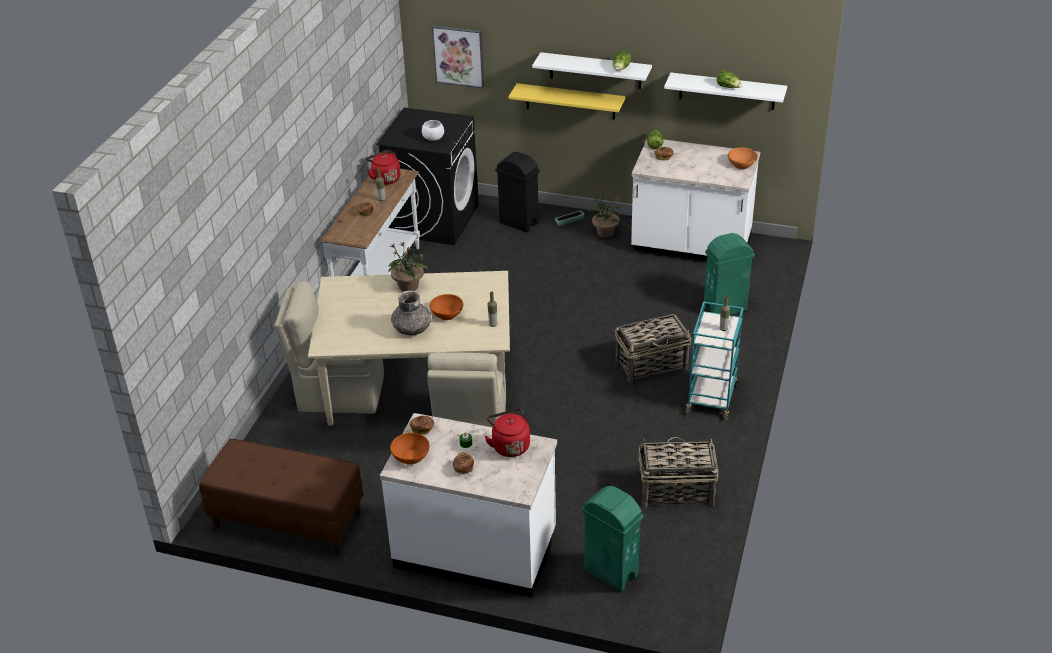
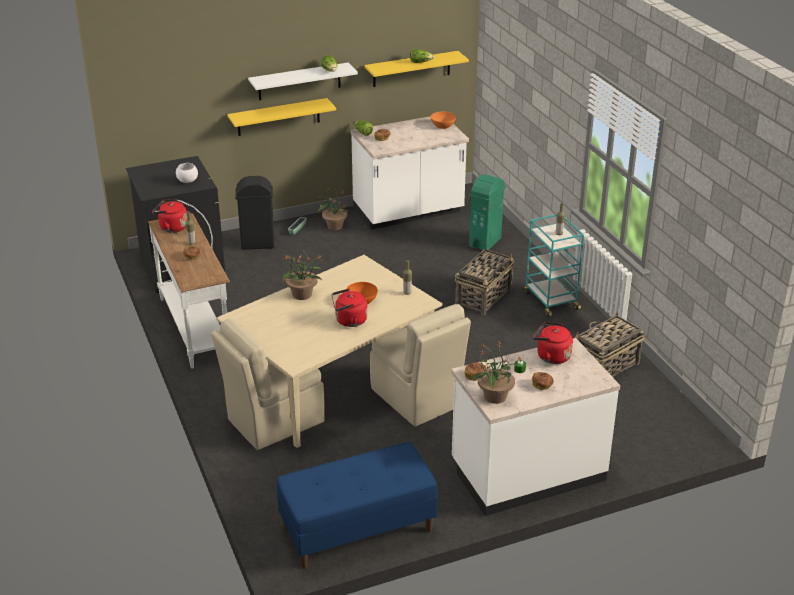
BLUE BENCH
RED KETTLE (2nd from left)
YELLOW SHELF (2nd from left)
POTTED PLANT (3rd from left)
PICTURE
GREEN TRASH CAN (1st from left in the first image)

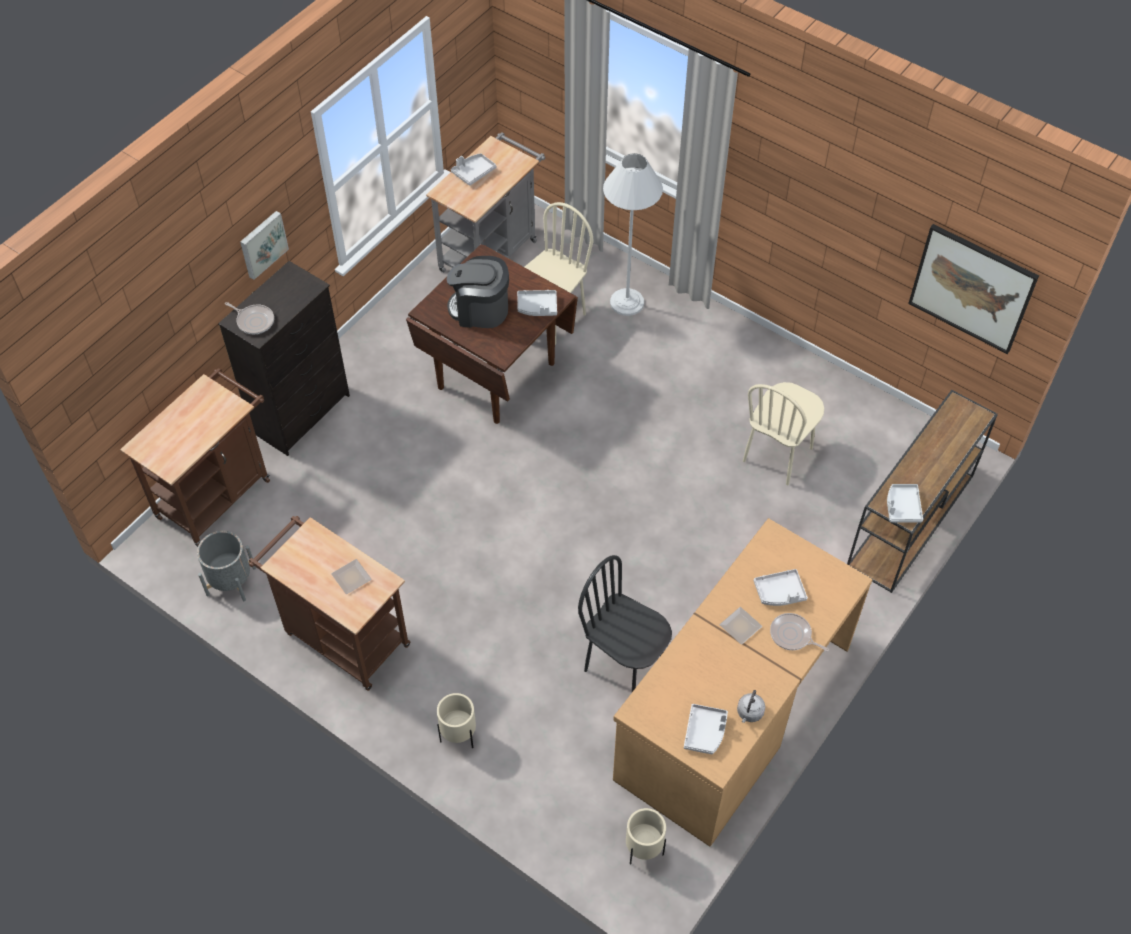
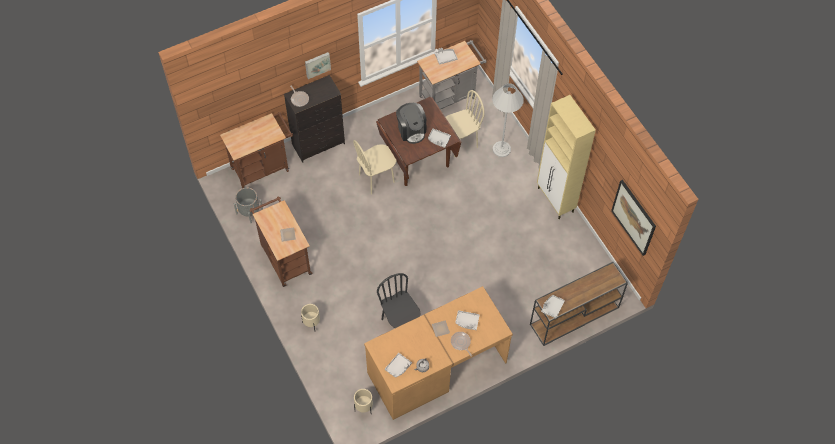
BEIGE CHAIR (1st from left)
COFFEE MACHINE
BEIGE CABINET

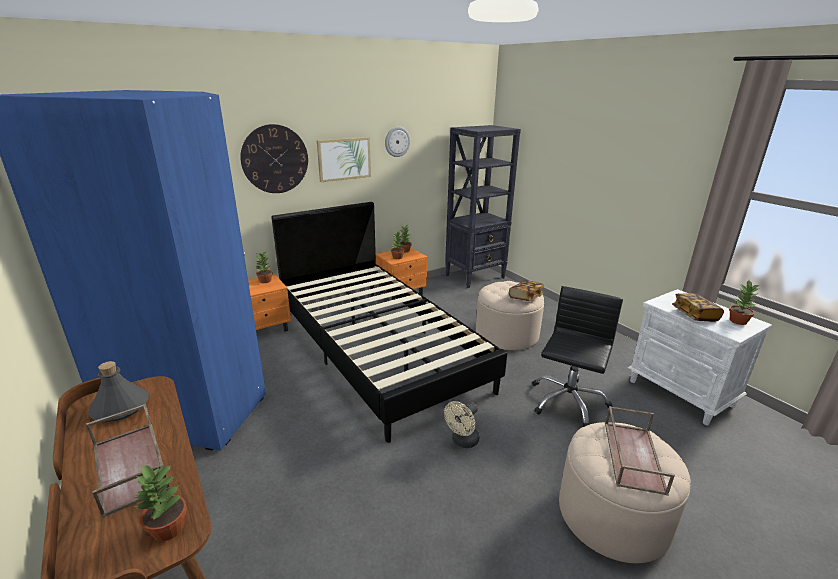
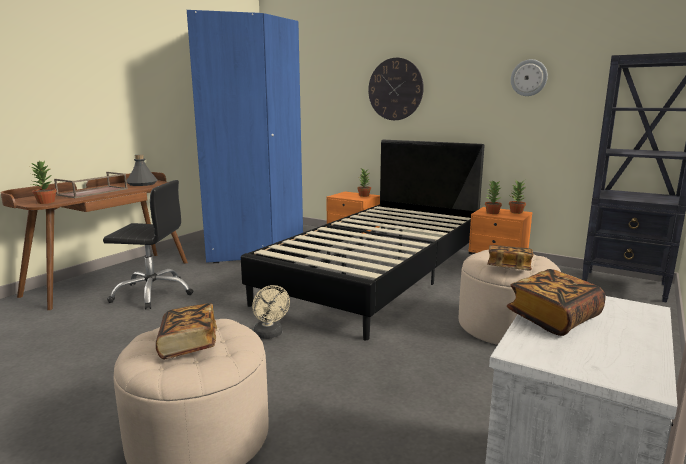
BLACK OFFICE CHAIR
BOOK (1st from left)
BEIGE FAN
PICTURE
POTTED PLANT (5th from left in the first image)

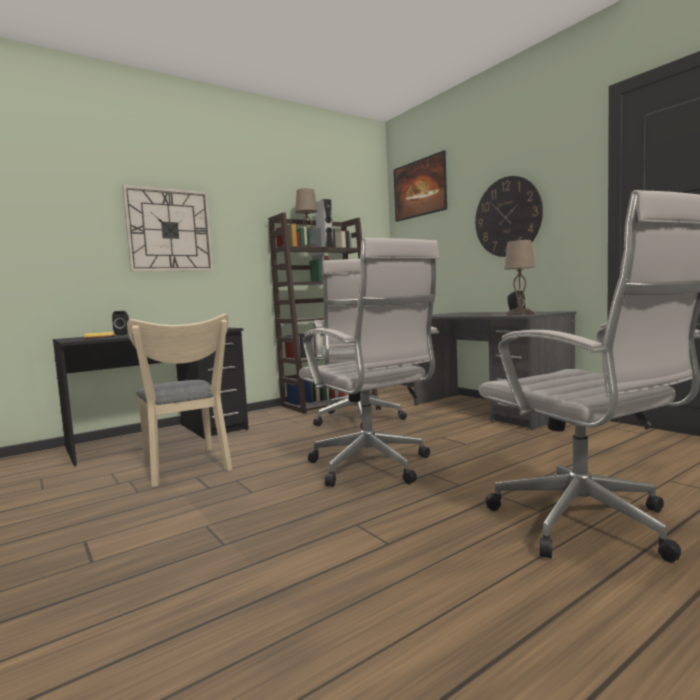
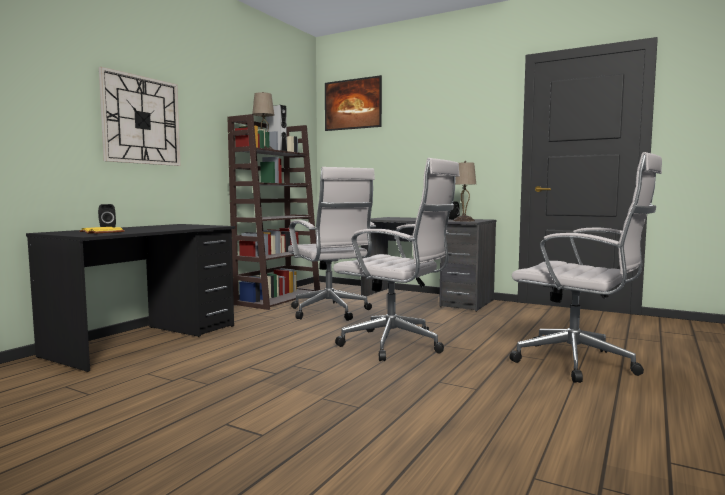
BEIGE CHAIR
WALL CLOCK (2nd from left in the first image)

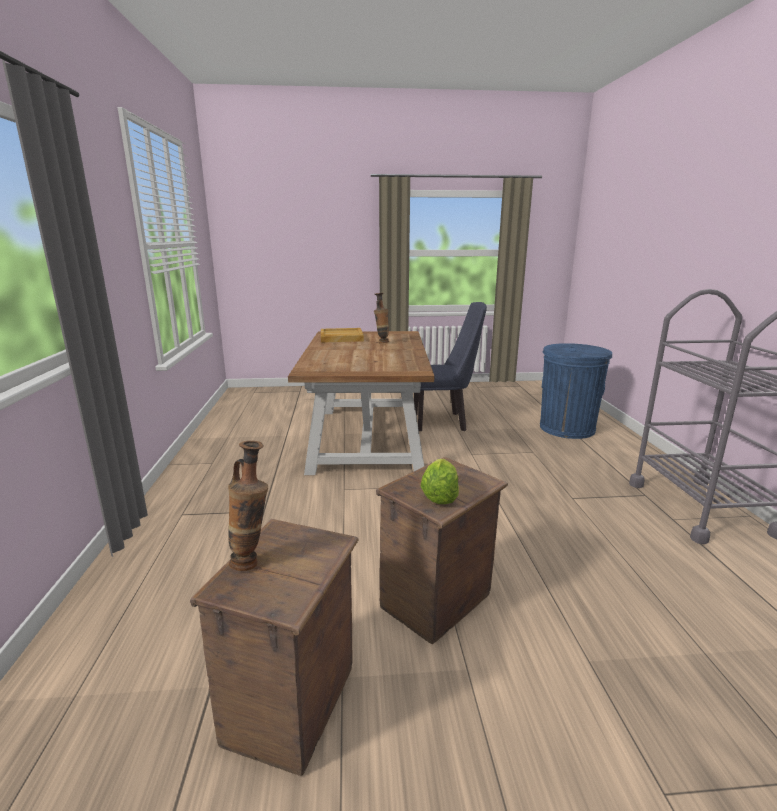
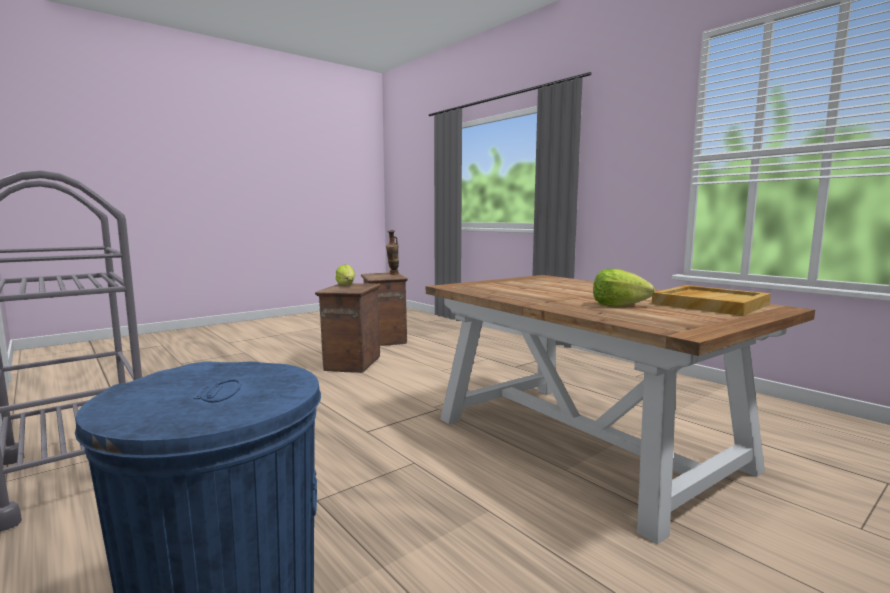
LETTUCE (2nd from left)
BLUE CHAIR

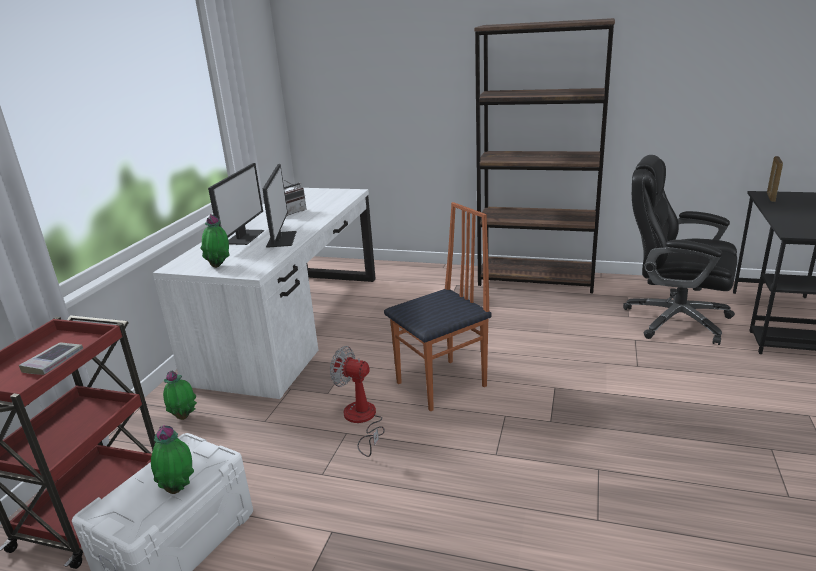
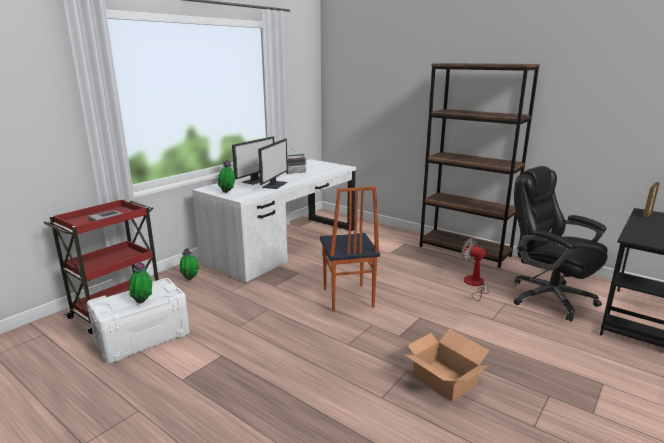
CHAIR
CARDBOARD BOX
FAN

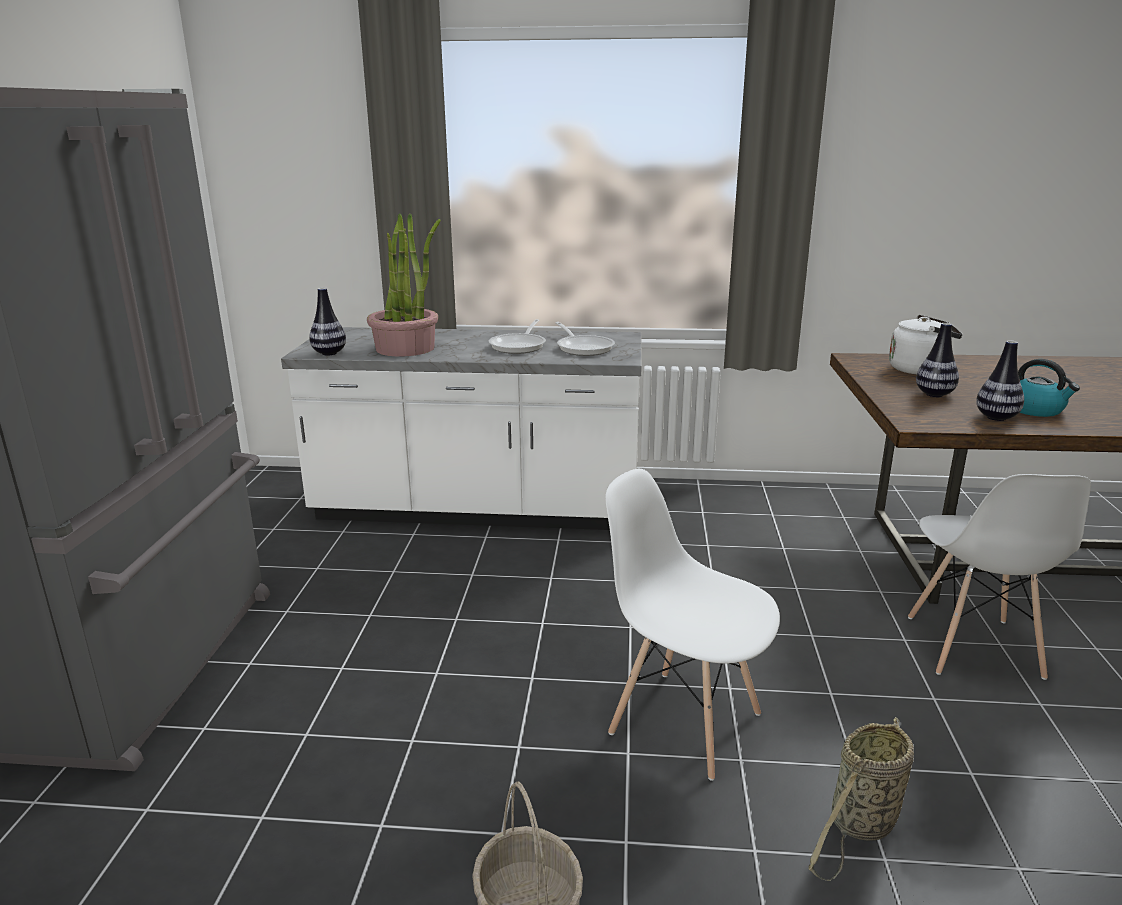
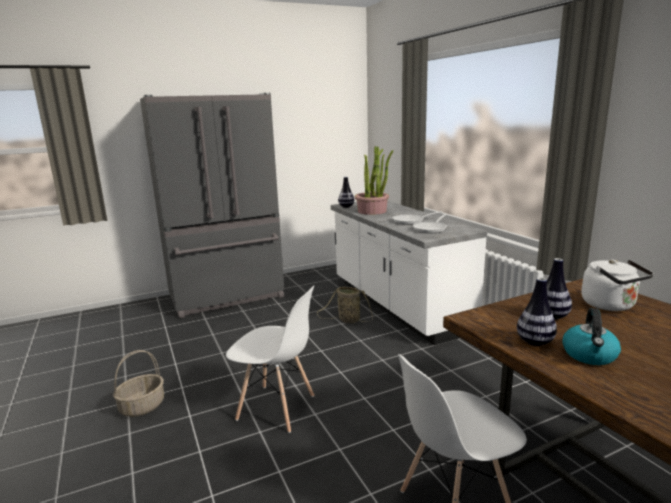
WHITE CHAIR (1st from left)
BASKET (2nd from left)

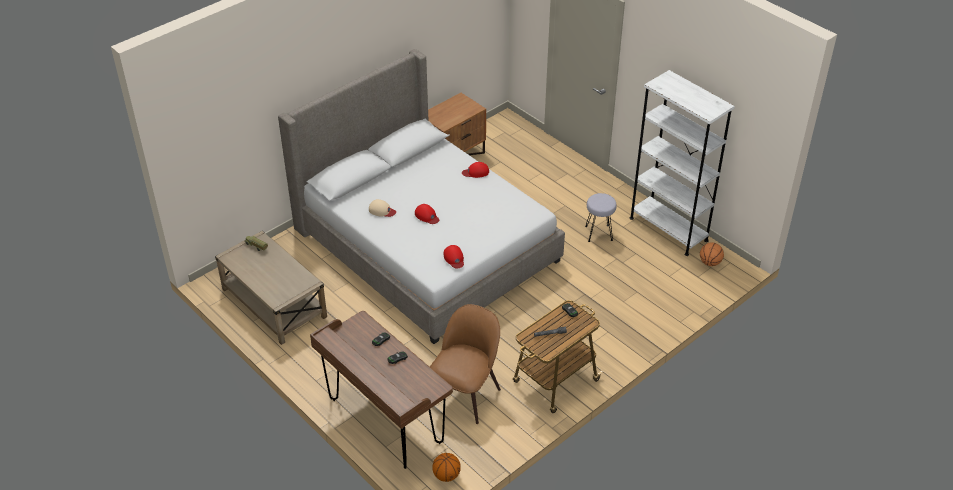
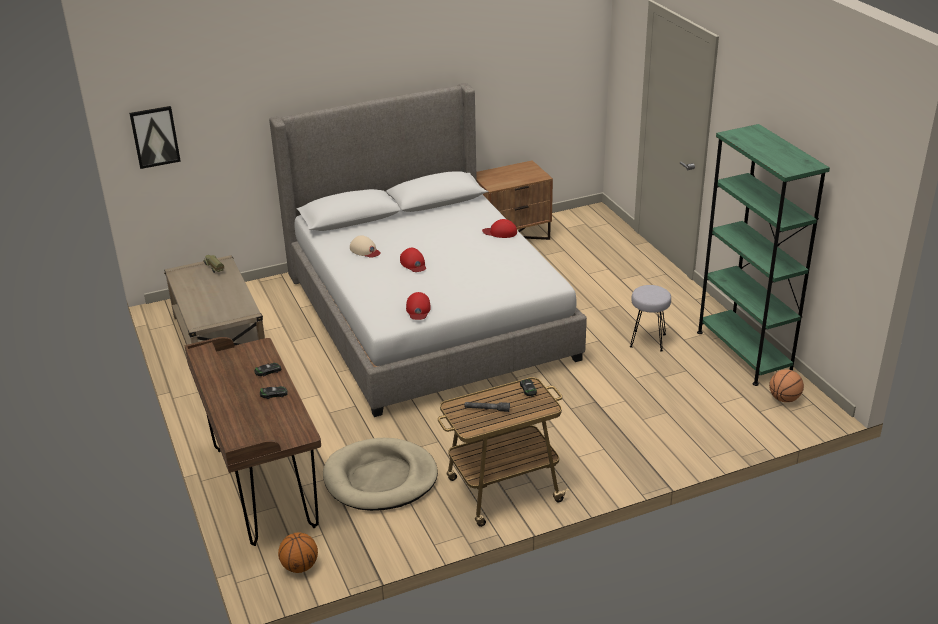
PICTURE
BEIGE DOG BED
GREEN BOOKCASE

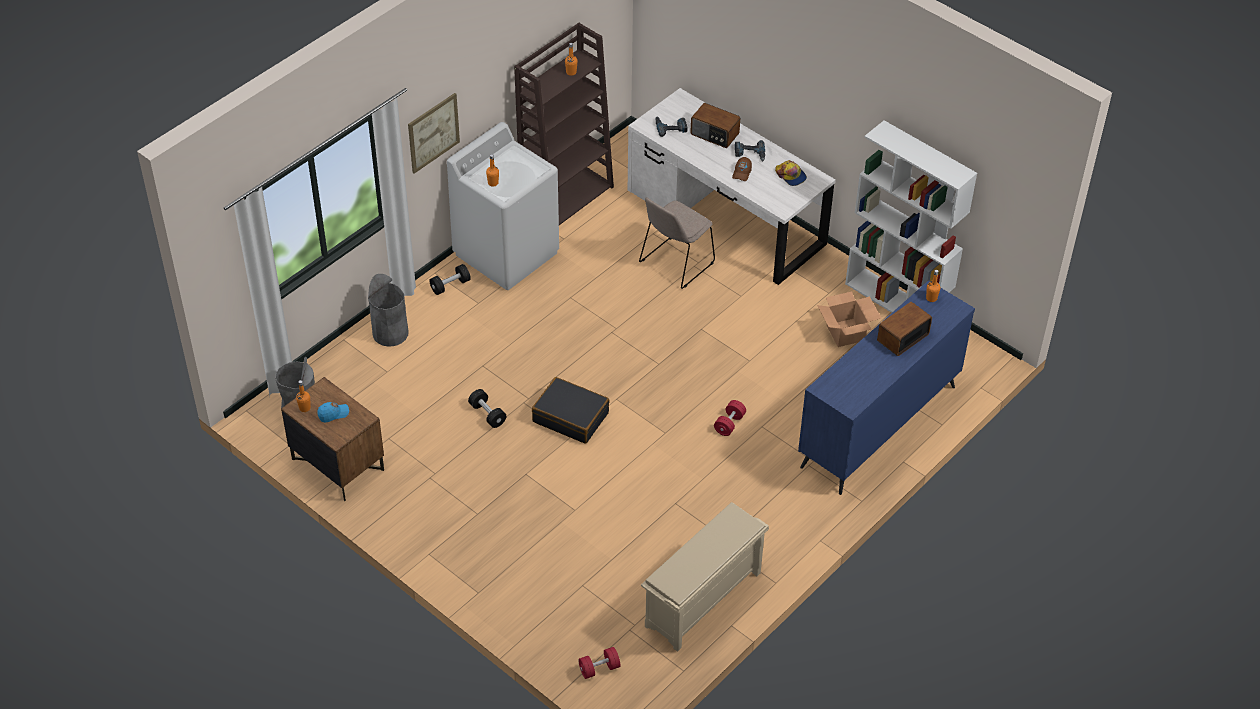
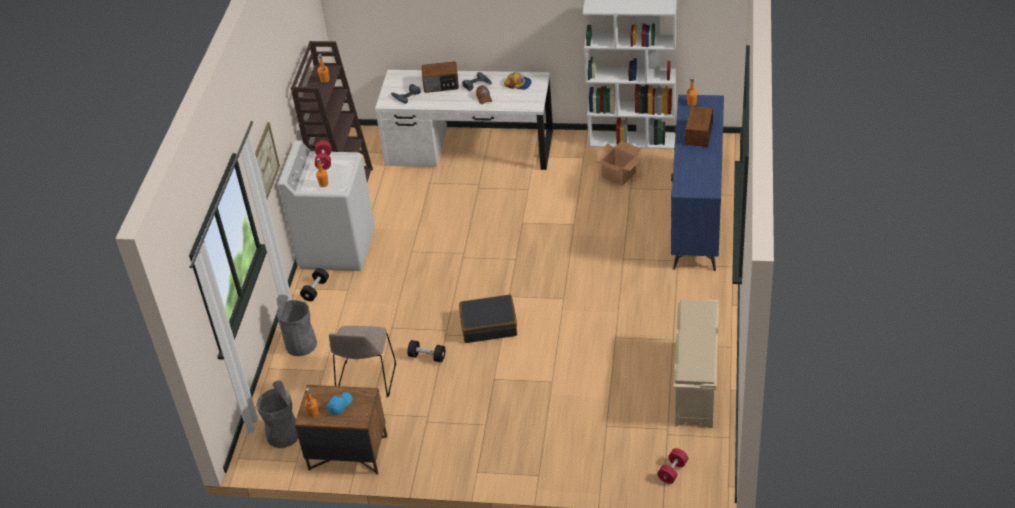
RED DUMBBELL (1st from left)
BEIGE CHAIR

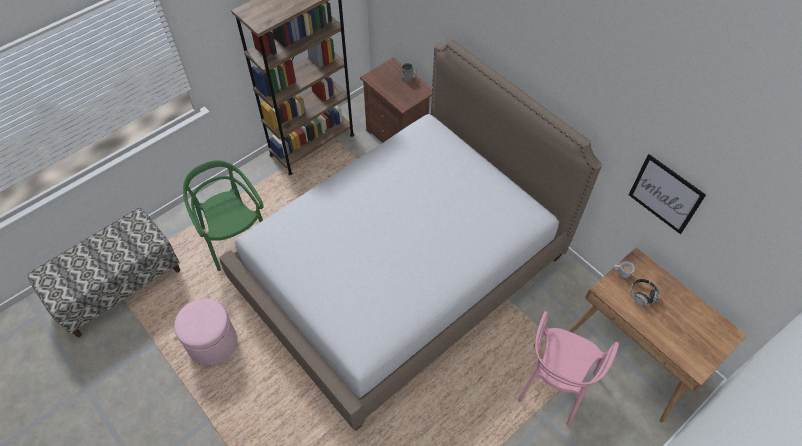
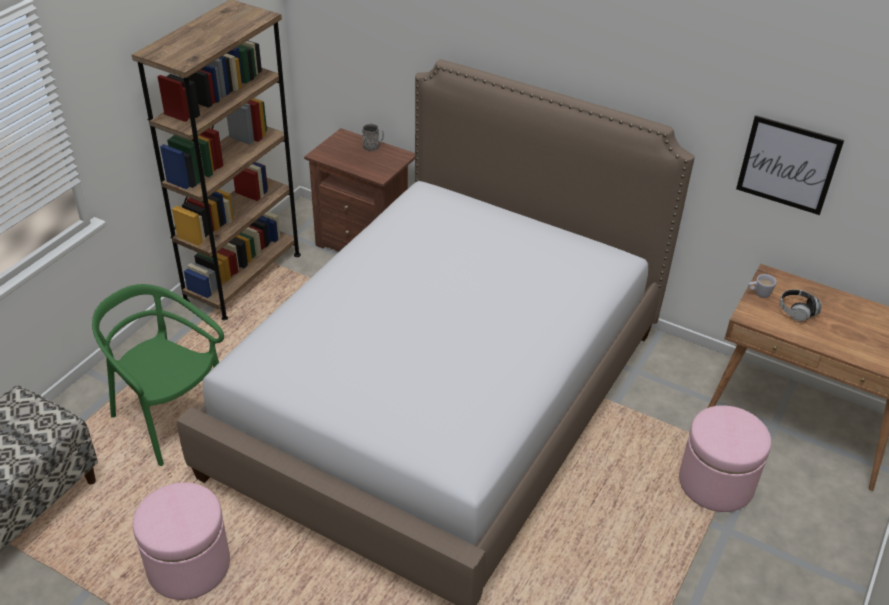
PINK OTTOMAN (2nd from left)

